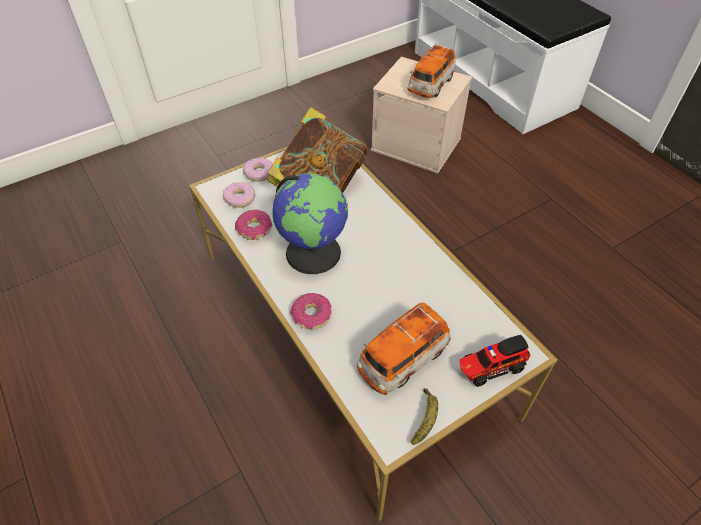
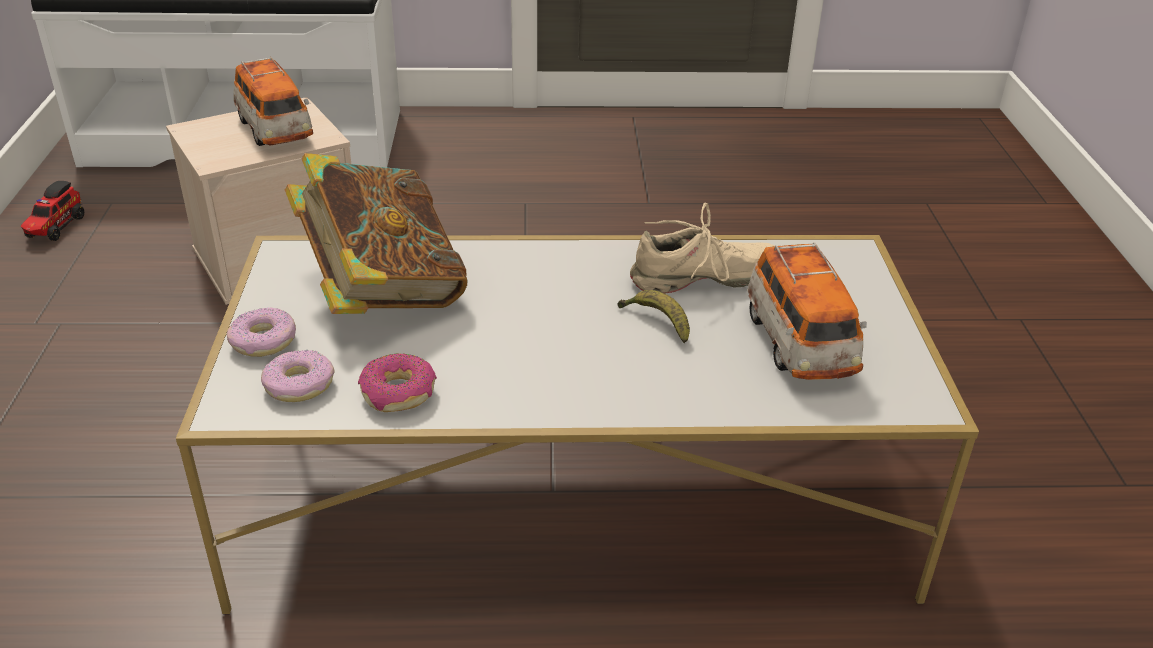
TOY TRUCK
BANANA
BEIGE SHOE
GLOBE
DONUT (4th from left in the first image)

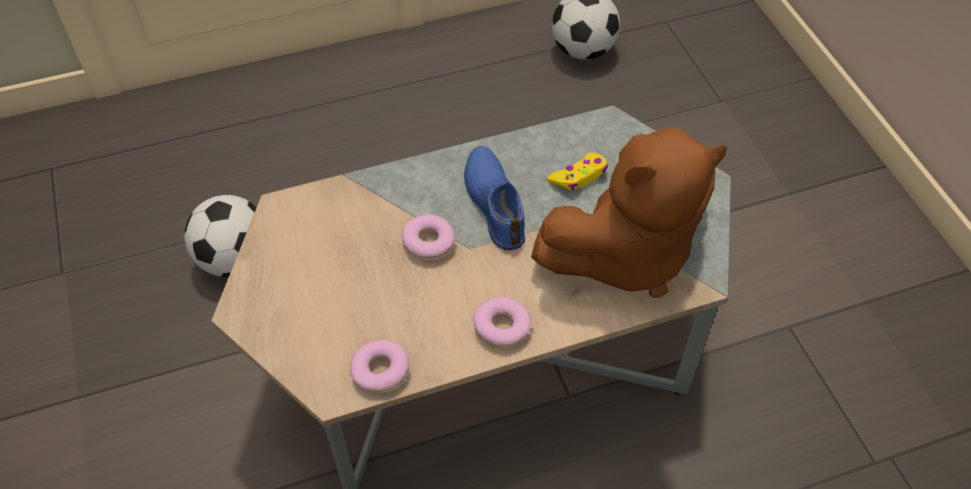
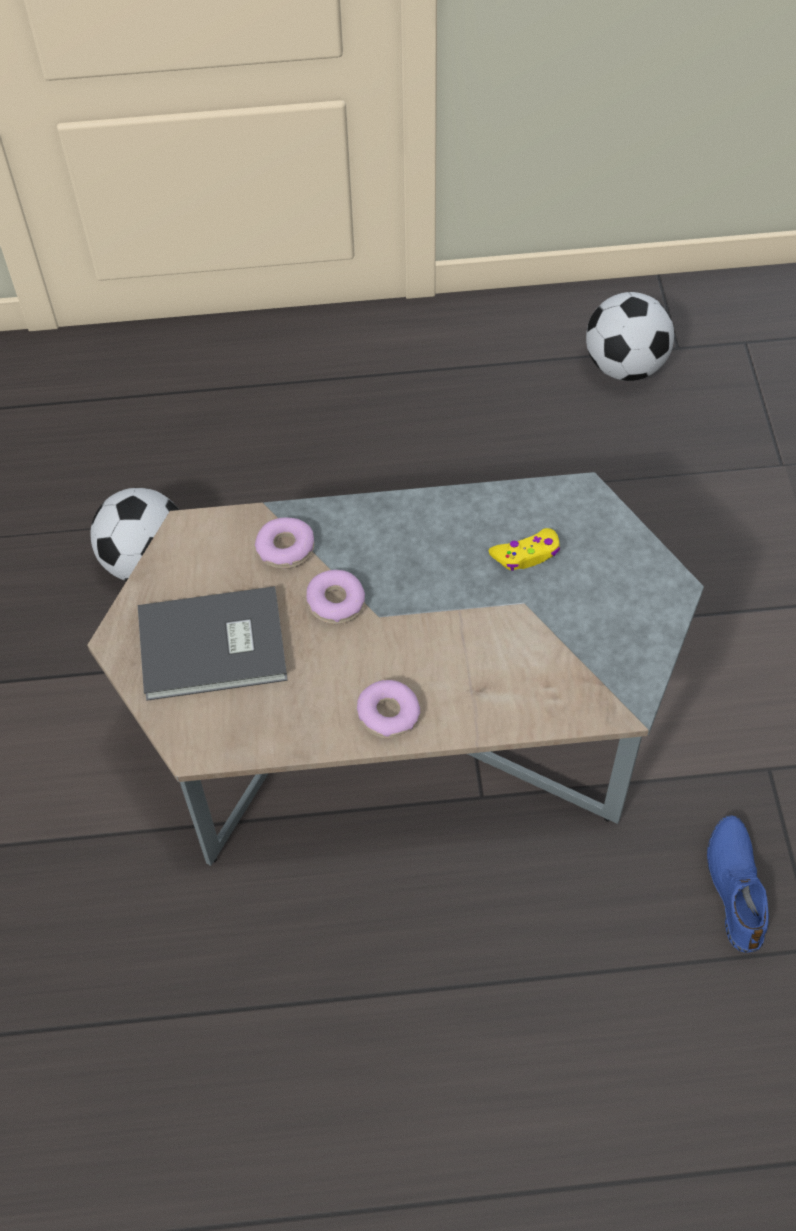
GREY BOOK
DONUT (1st from left)
BLUE SHOE
BROWN PLUSH TOY

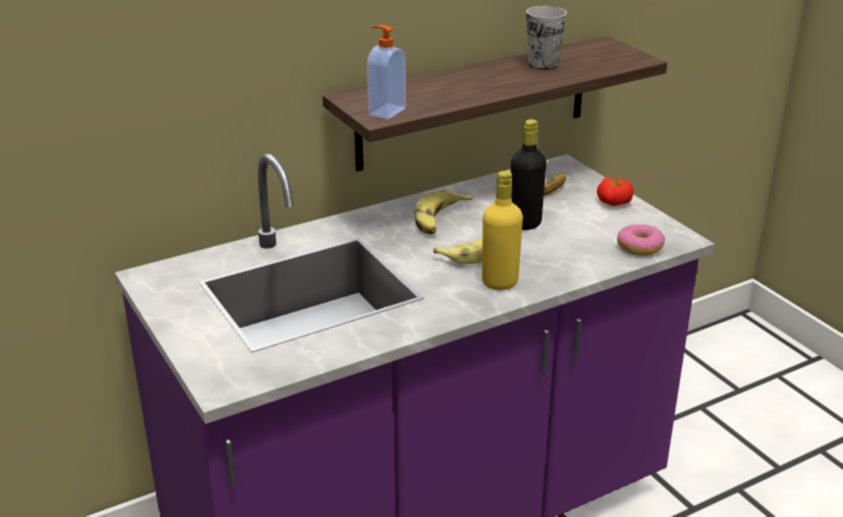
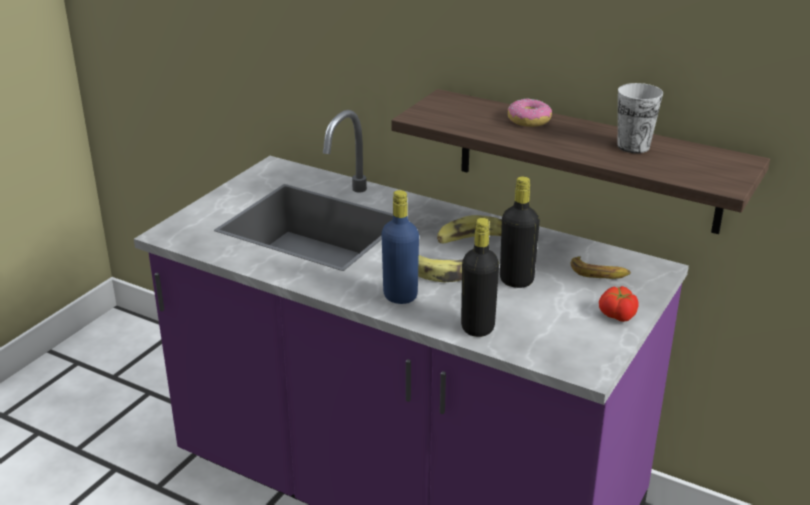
BLUE BOTTLE
BLACK BOTTLE (1st from left)
DONUT
SOAP DISPENSER

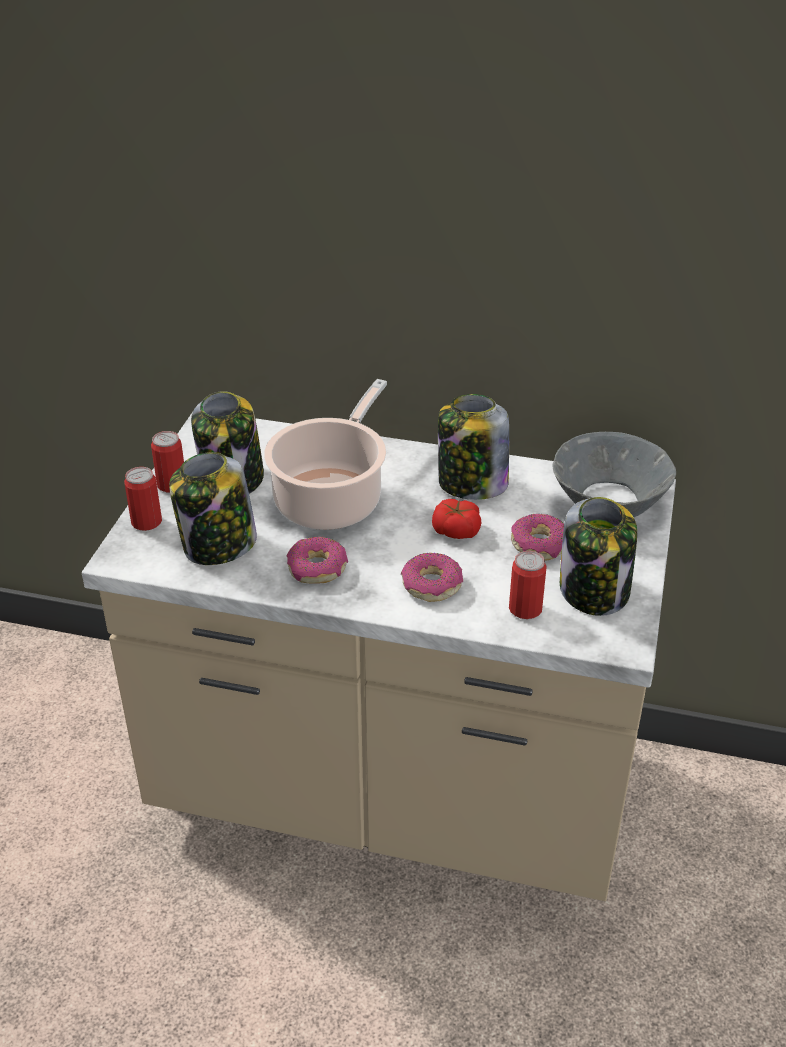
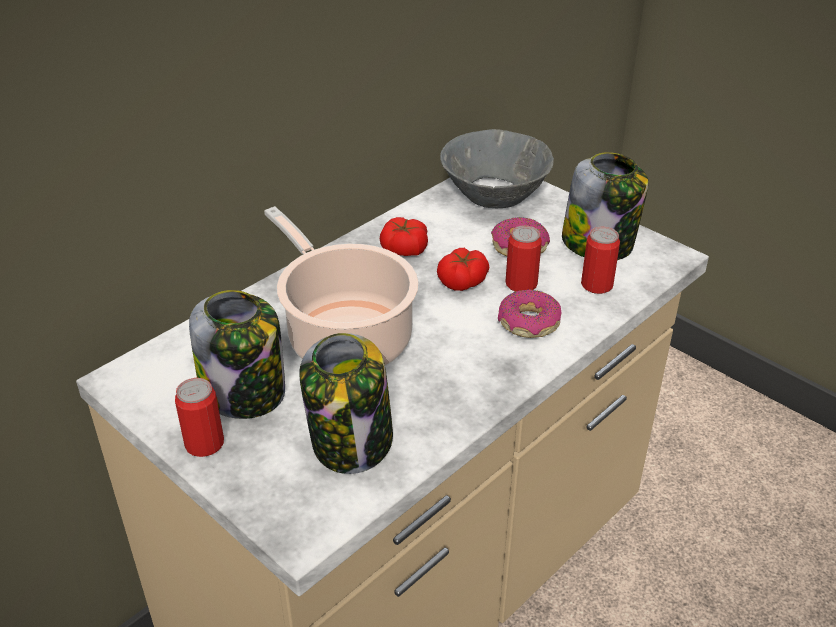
TOMATO (1st from left)
CAN (2nd from left)
DONUT (1st from left in the first image)

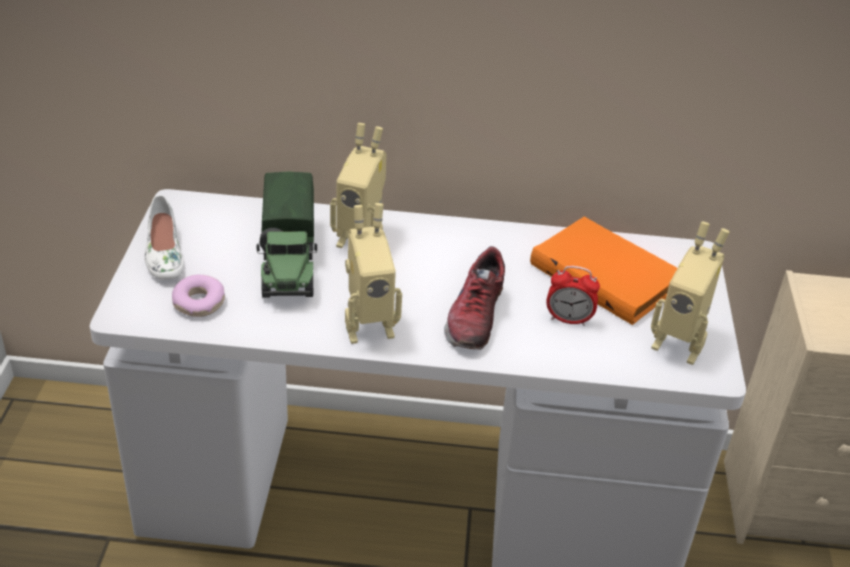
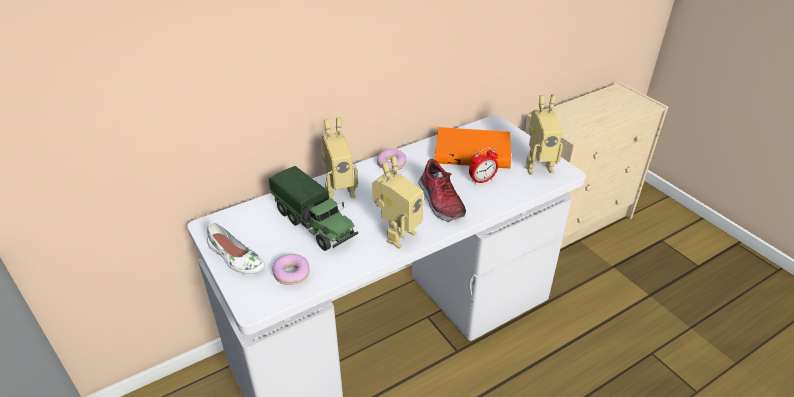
DONUT (2nd from left)

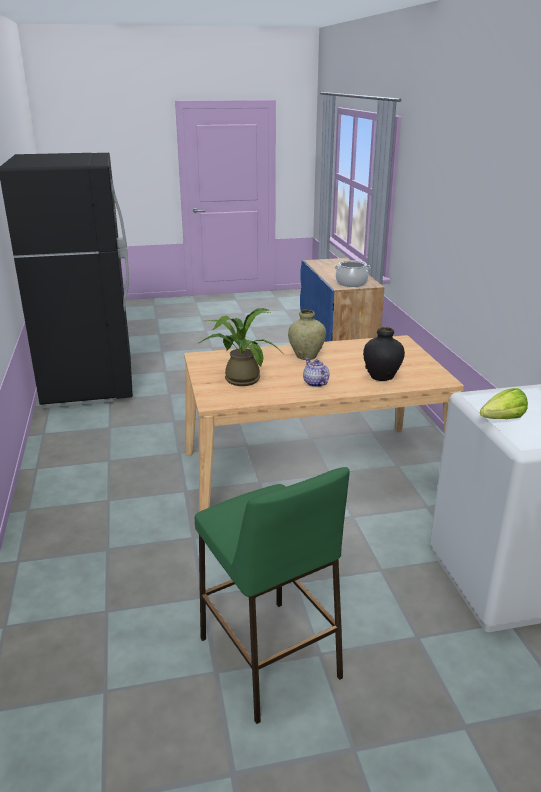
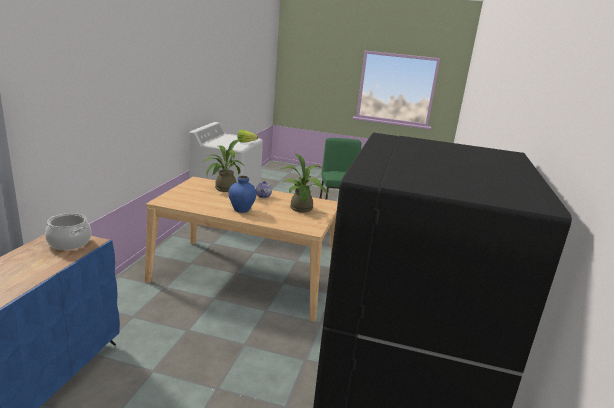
POTTED PLANT (1st from left)
BLUE VASE

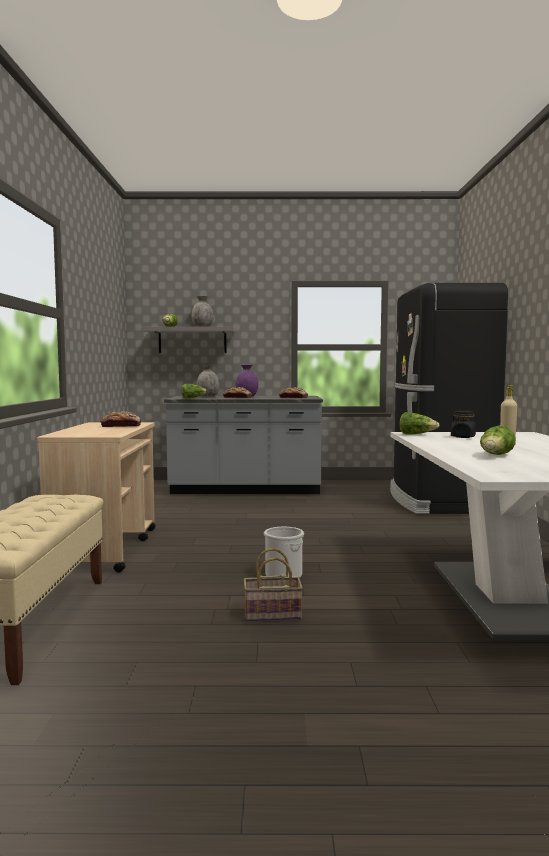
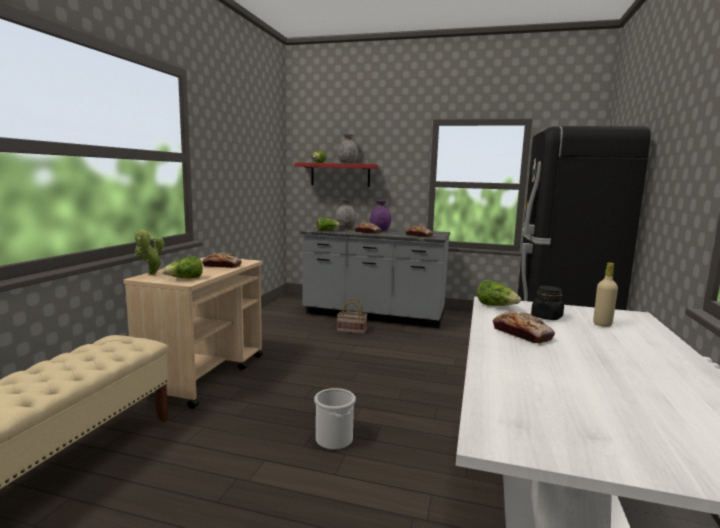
POTTED PLANT
LETTUCE (1st from left)
RED SHELF
BASKET
BREAD (4th from left)

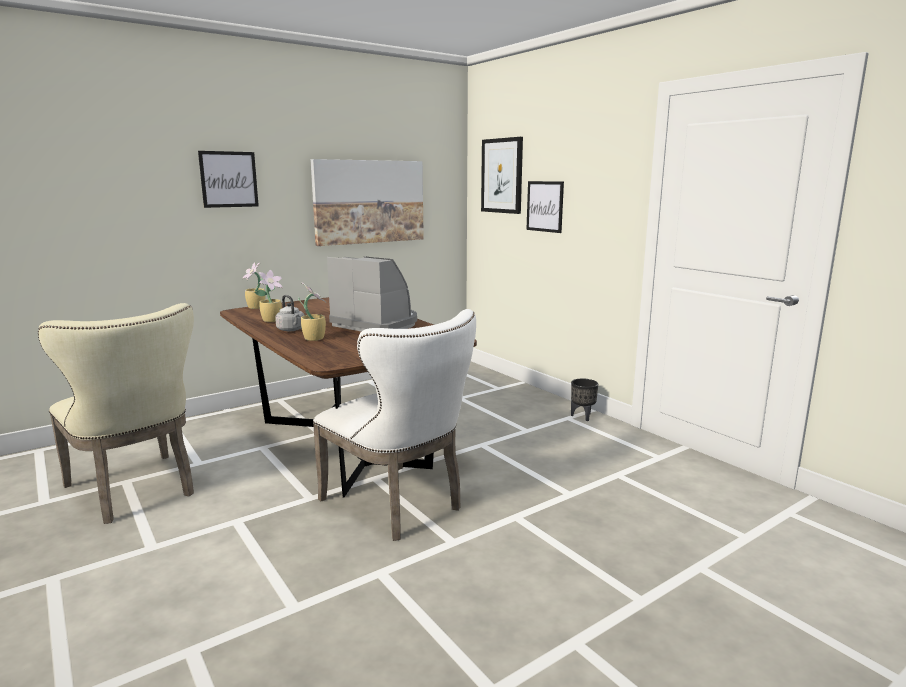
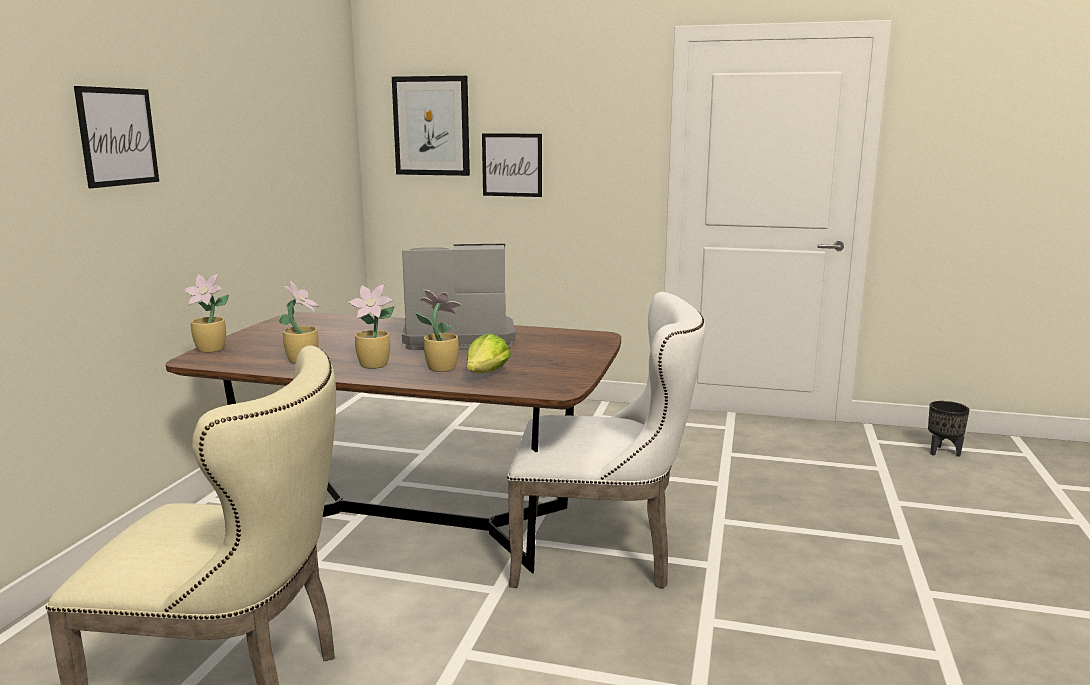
POTTED PLANT (3rd from left)
LETTUCE
BLACK PLANTER
PICTURE (2nd from left in the first image)

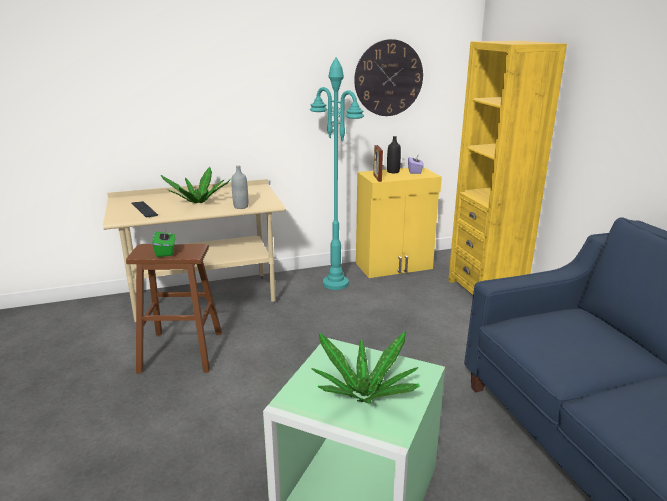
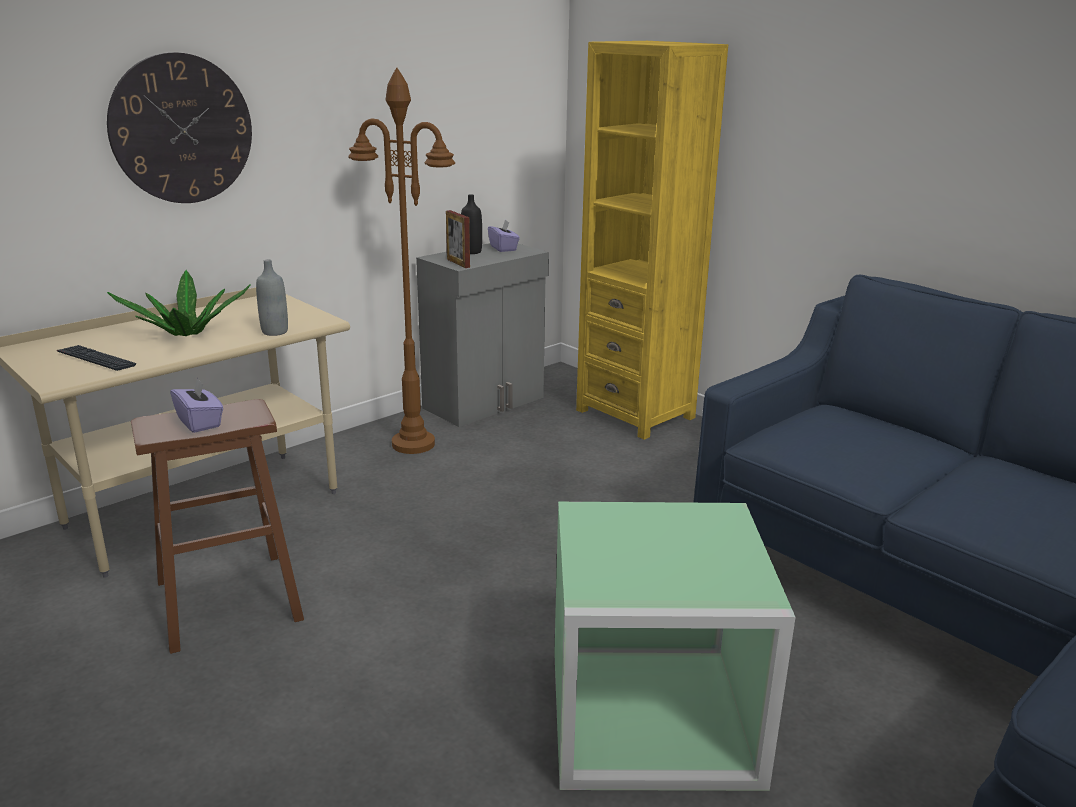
WALL CLOCK
PURPLE TISSUE BOX (1st from left)
BROWN FLOOR LAMP
GREY CABINET
POTTED PLANT (2nd from left in the first image)

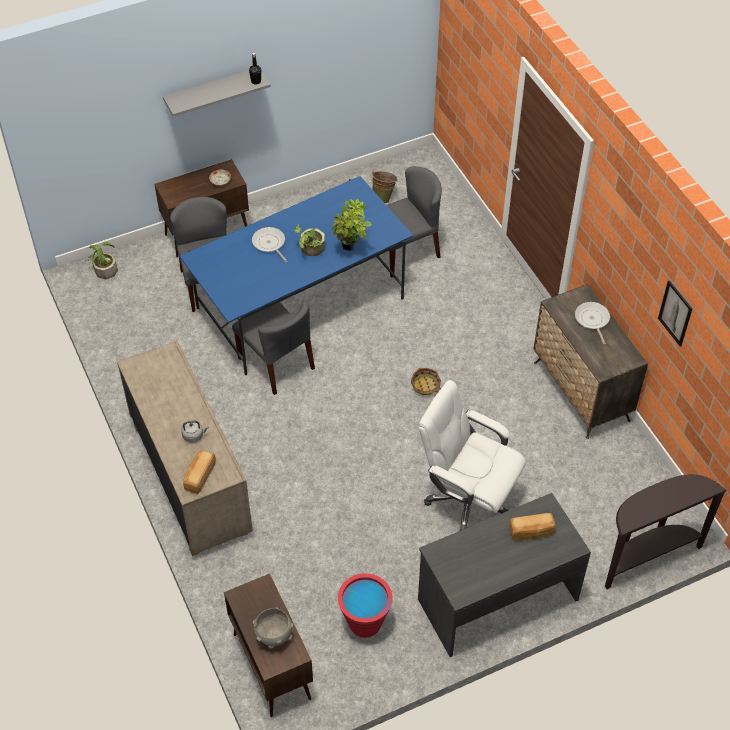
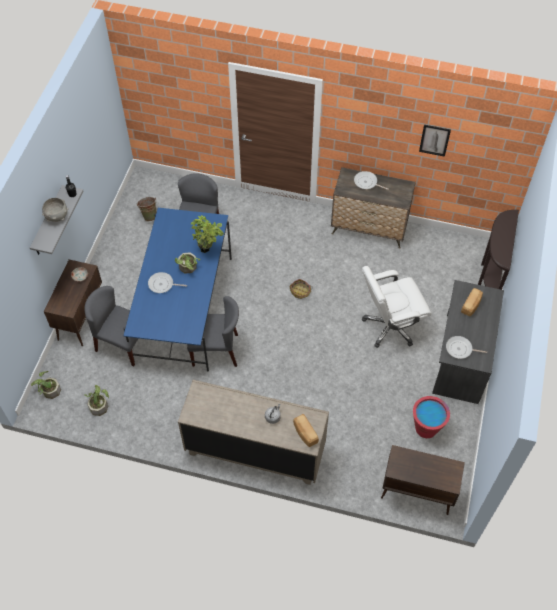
GREY BOWL
POTTED PLANT (2nd from left)
FRYING PAN (3rd from left)

